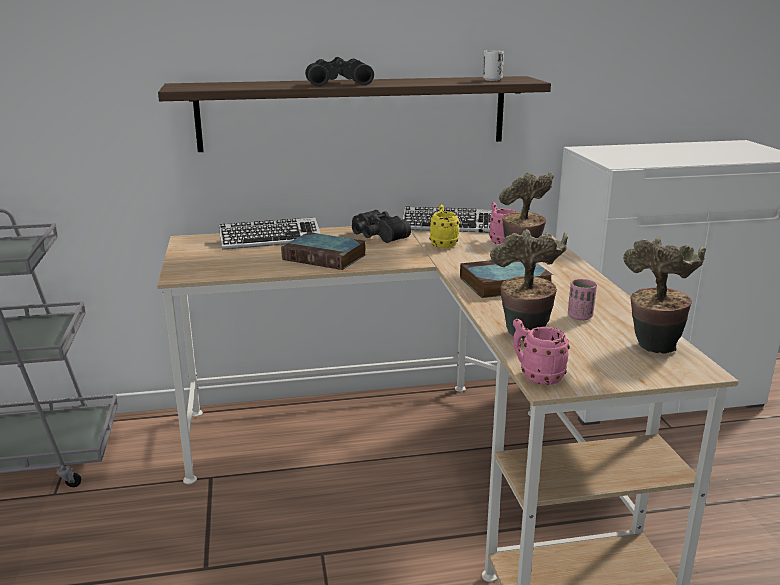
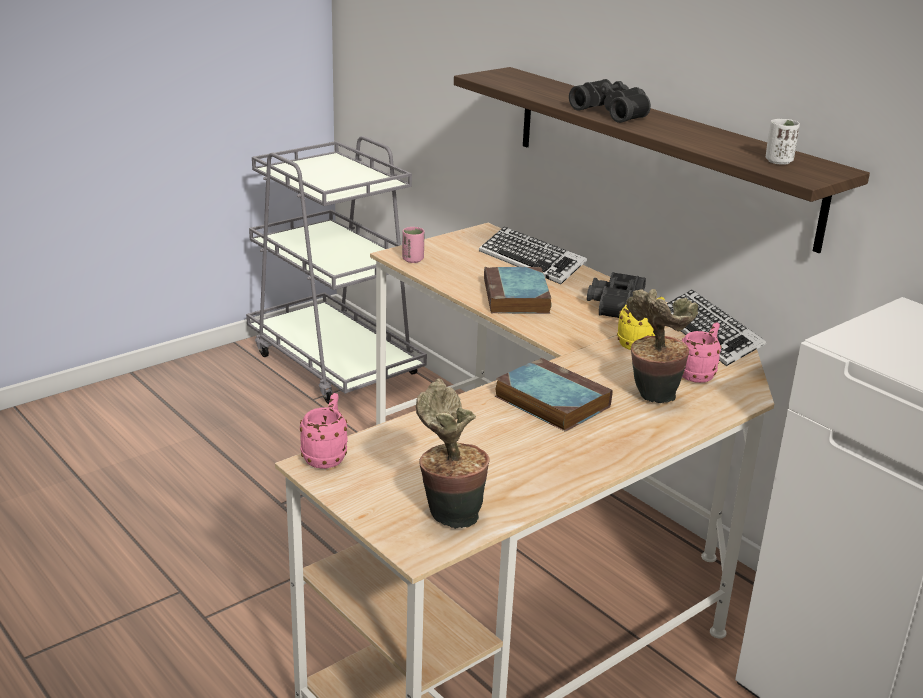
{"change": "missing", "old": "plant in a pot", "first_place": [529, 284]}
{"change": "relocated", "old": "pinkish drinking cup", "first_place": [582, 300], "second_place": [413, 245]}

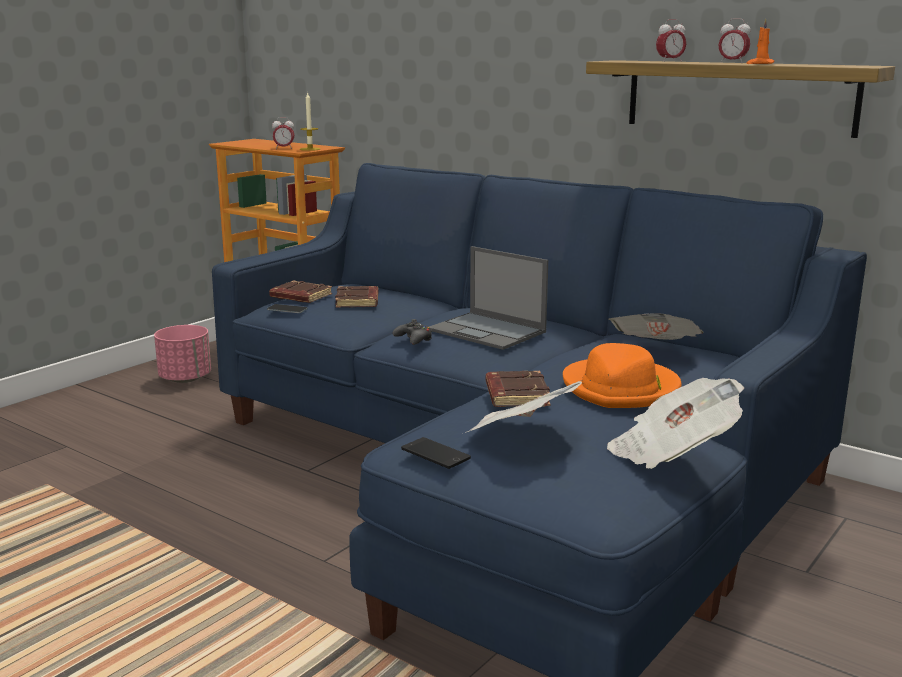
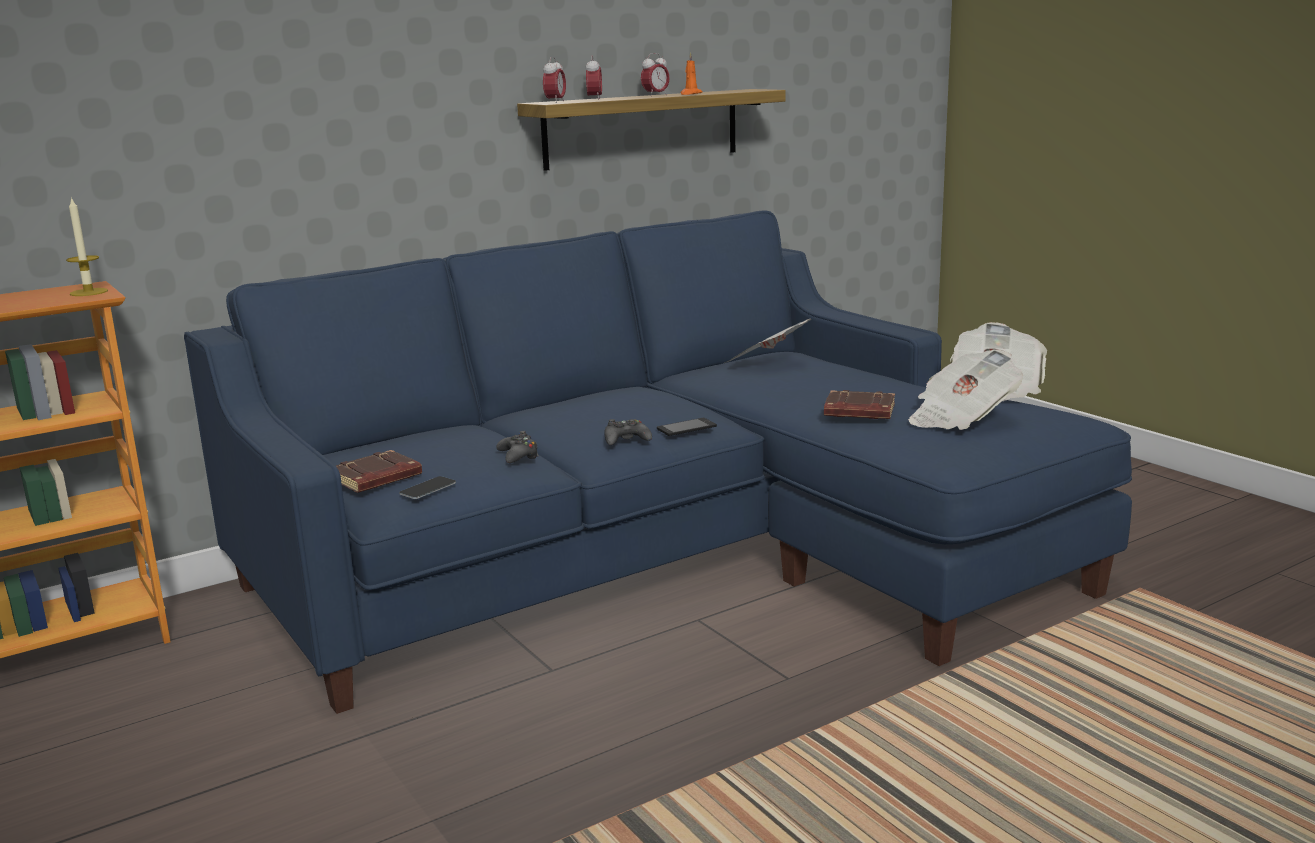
{"change": "missing", "old": "pinkish flower pot", "first_place": [182, 354]}
{"change": "missing", "old": "brown-coloured book", "first_place": [356, 296]}
{"change": "missing", "old": "notebook computer", "first_place": [488, 298]}
{"change": "missing", "old": "orange wearable hat", "first_place": [622, 375]}
{"change": "appeared", "new": "black-coloured game controller", "second_place": [517, 447]}
{"change": "relocated", "old": "bedside clock", "first_place": [283, 133], "second_place": [554, 80]}
{"change": "relocated", "old": "phone", "first_place": [436, 453], "second_place": [687, 427]}

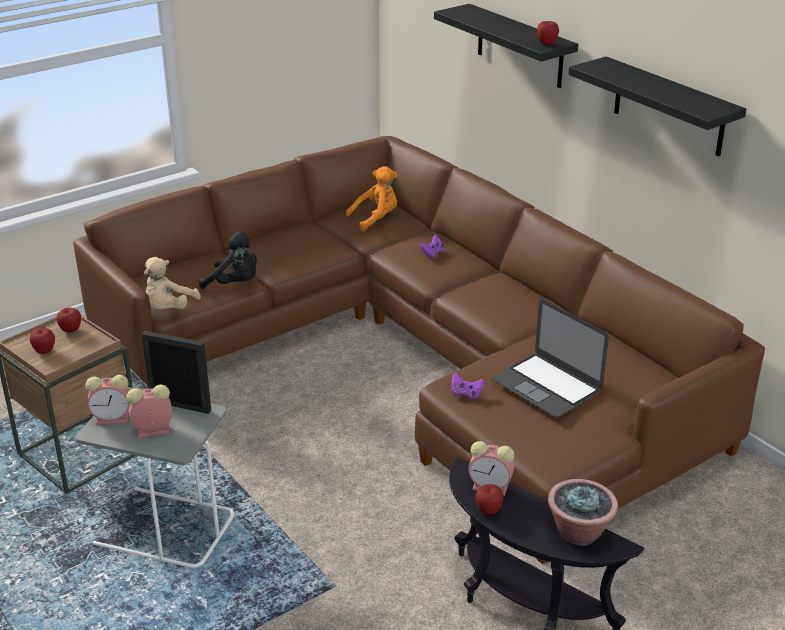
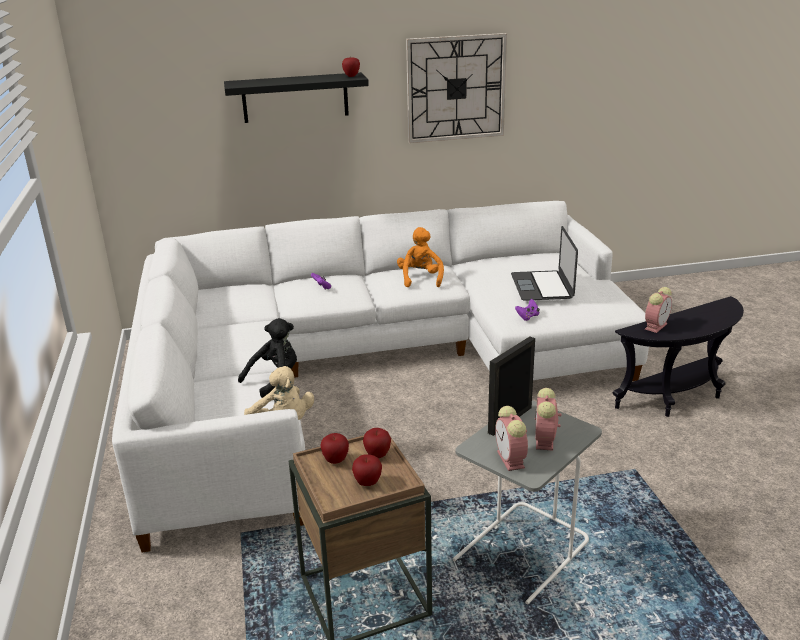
{"change": "missing", "old": "plant in a pot", "first_place": [583, 512]}
{"change": "relocated", "old": "orange cuddly toy", "first_place": [372, 199], "second_place": [420, 257]}
{"change": "relocated", "old": "whole apple", "first_place": [489, 499], "second_place": [377, 443]}
{"change": "exchanged", "old": "black-coloured bracket shelf", "new": "clock on the wall", "first_place": [657, 106], "second_place": [456, 88]}
{"change": "colour", "old": "brown-coloured sofa", "new": "white-coloured sofa", "first_place": [419, 350], "second_place": [380, 376]}
{"change": "spun", "old": "bedside clock", "first_place": [107, 400], "second_place": [511, 438], "degrees": 150}
{"change": "spun", "old": "notebook computer", "first_place": [550, 358], "second_place": [544, 263], "degrees": 105}

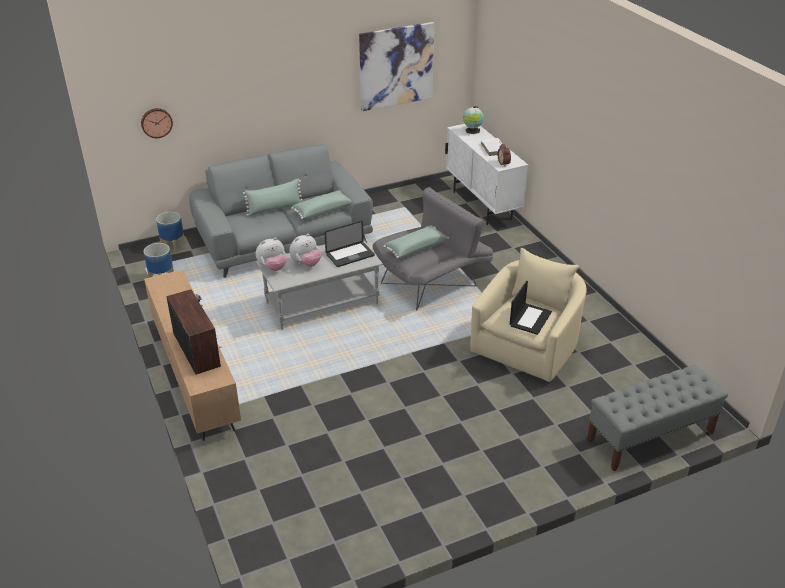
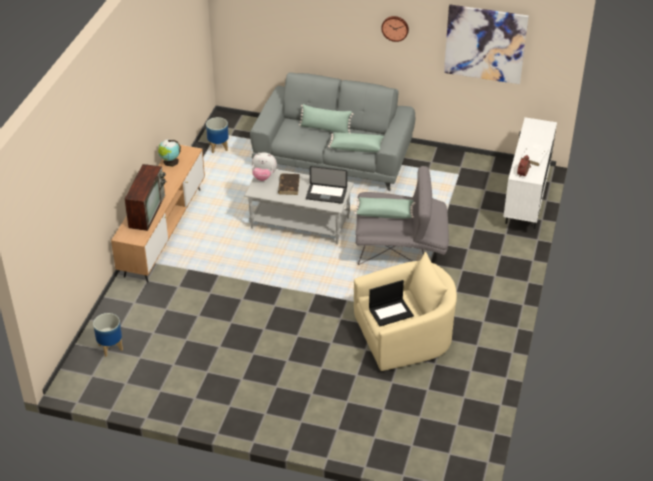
{"change": "missing", "old": "grey long seat", "first_place": [657, 418]}
{"change": "relocated", "old": "clock on the wall", "first_place": [157, 123], "second_place": [395, 29]}
{"change": "relocated", "old": "flower pot", "first_place": [170, 232], "second_place": [108, 335]}
{"change": "relocated", "old": "globe", "first_place": [473, 120], "second_place": [169, 153]}
{"change": "exchanged", "old": "cuddly toy", "new": "brown-coloured book", "first_place": [305, 250], "second_place": [289, 184]}

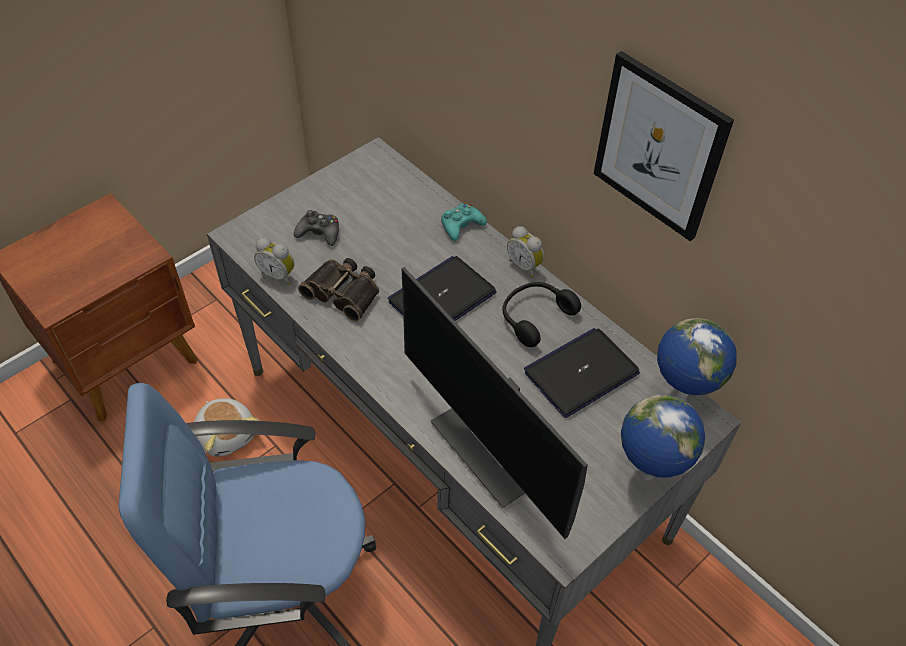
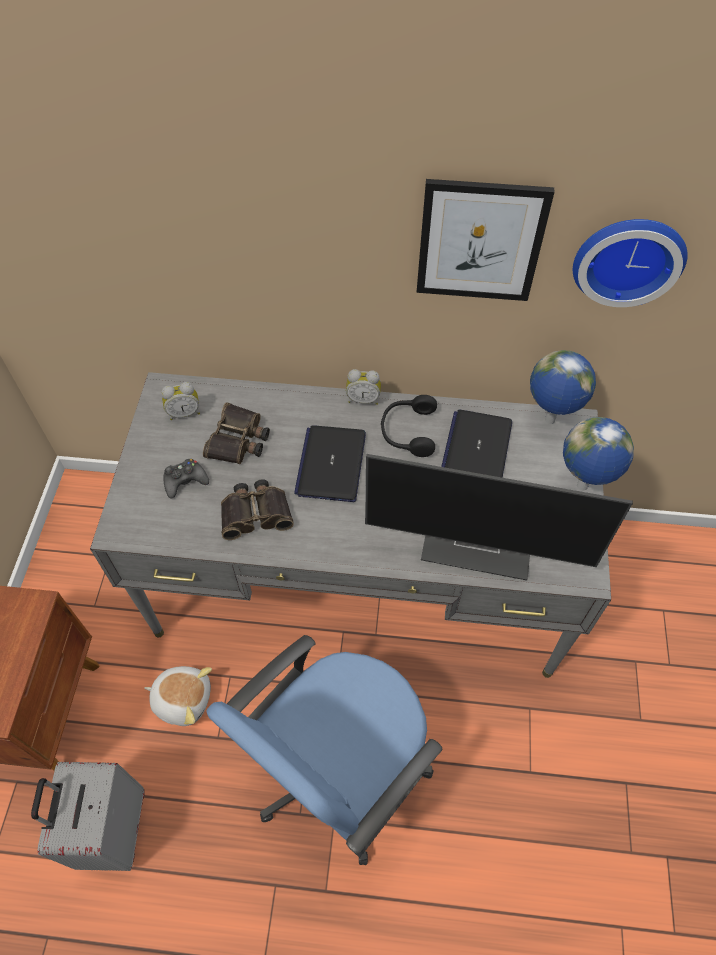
{"change": "missing", "old": "turquoise-coloured game controller", "first_place": [464, 222]}
{"change": "appeared", "new": "grey piece of luggage", "second_place": [88, 816]}
{"change": "appeared", "new": "field glasses", "second_place": [236, 433]}
{"change": "appeared", "new": "clock on the wall", "second_place": [630, 263]}
{"change": "relocated", "old": "bedside clock", "first_place": [274, 261], "second_place": [180, 401]}

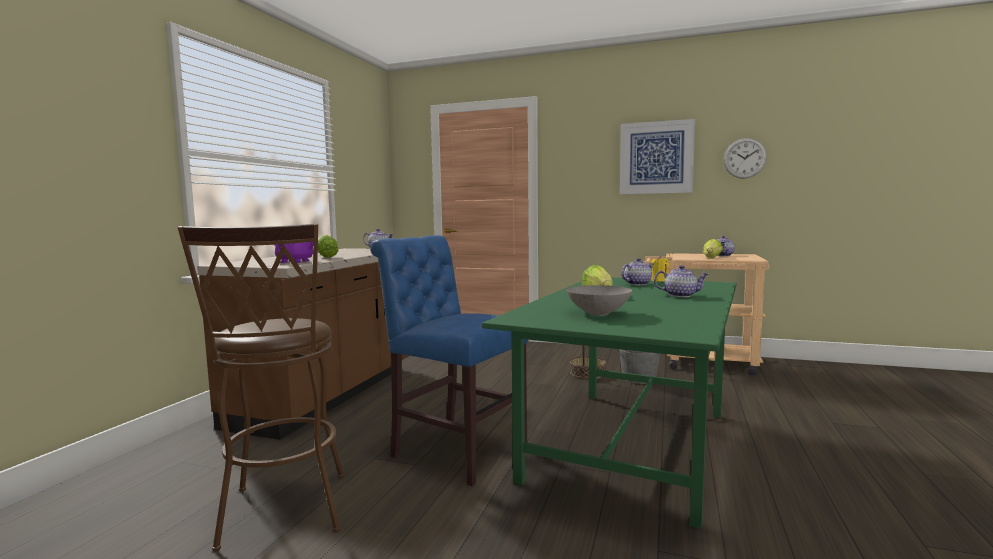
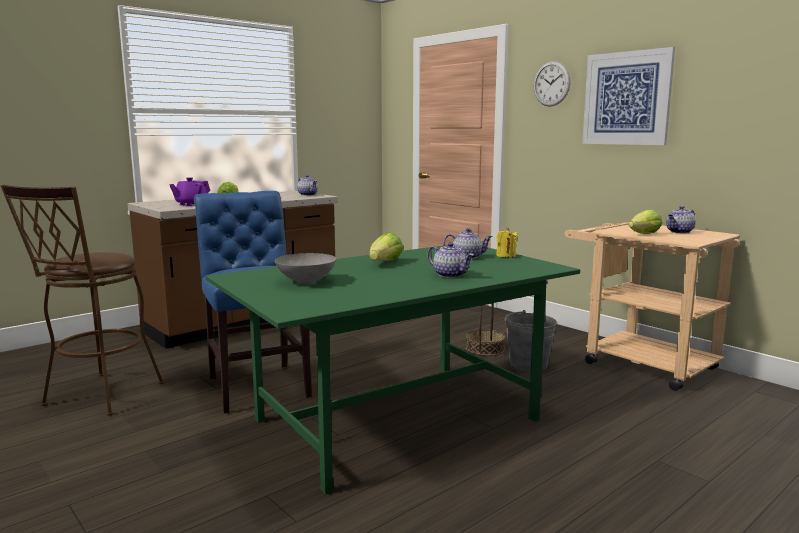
{"change": "relocated", "old": "clock on the wall", "first_place": [745, 158], "second_place": [552, 84]}

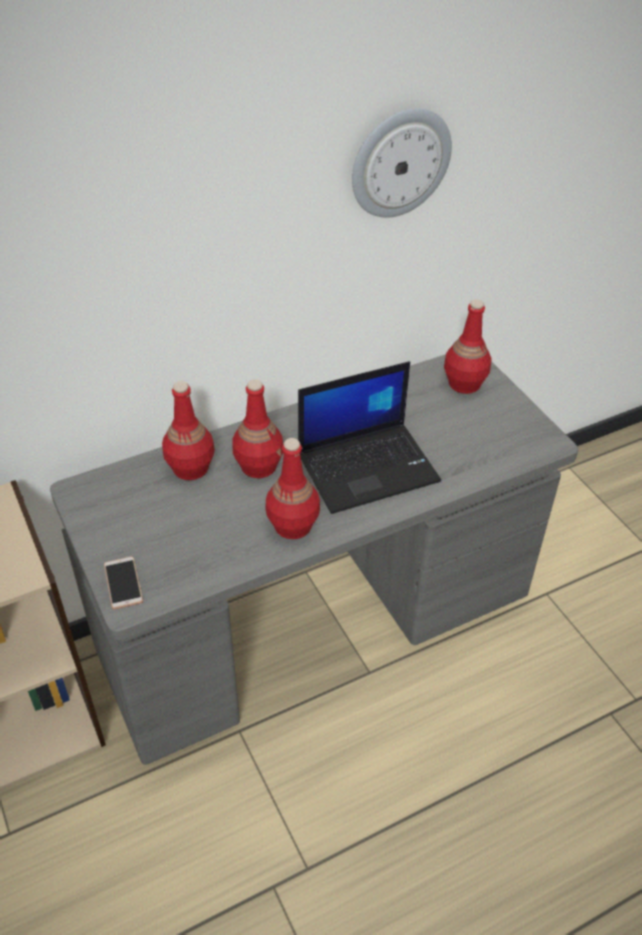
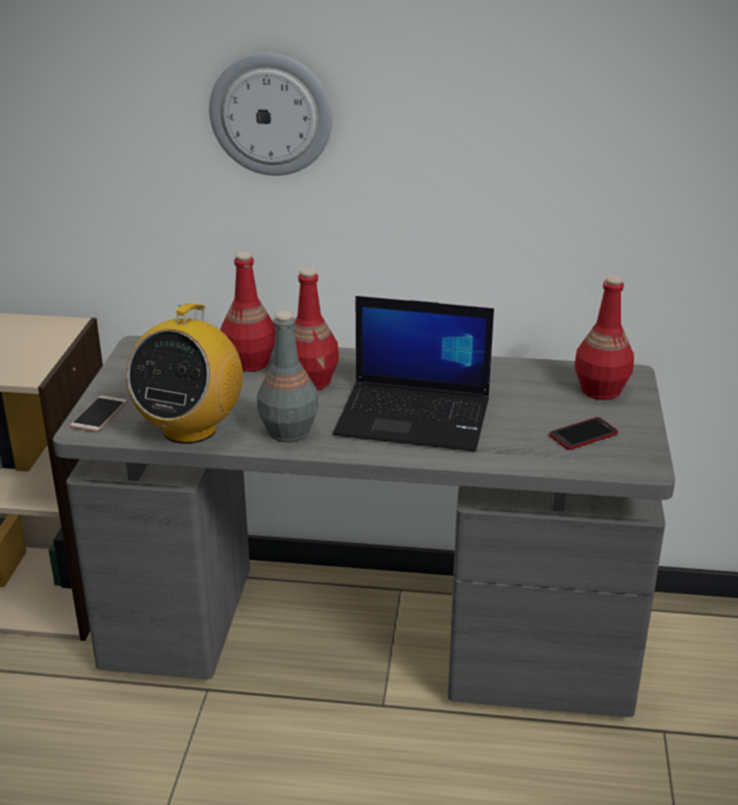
{"change": "appeared", "new": "radio", "second_place": [184, 373]}
{"change": "appeared", "new": "phone", "second_place": [583, 433]}
{"change": "relocated", "old": "clock on the wall", "first_place": [402, 163], "second_place": [270, 114]}
{"change": "colour", "old": "red-coloured beverage bottle", "new": "grey beverage bottle", "first_place": [293, 488], "second_place": [288, 376]}

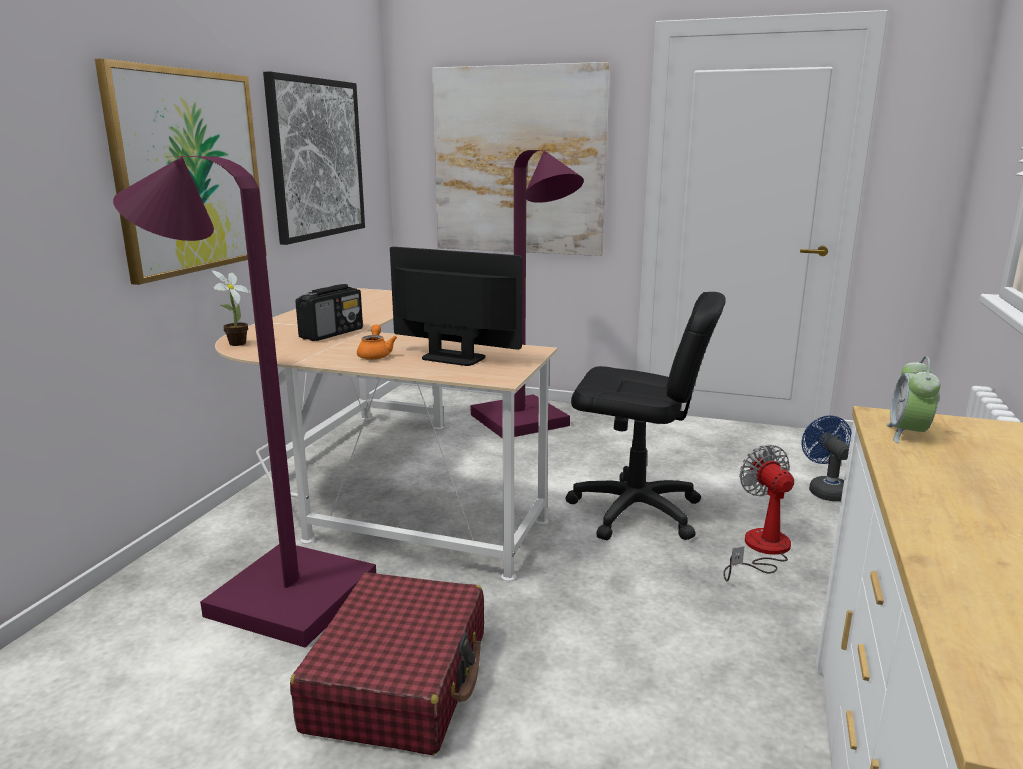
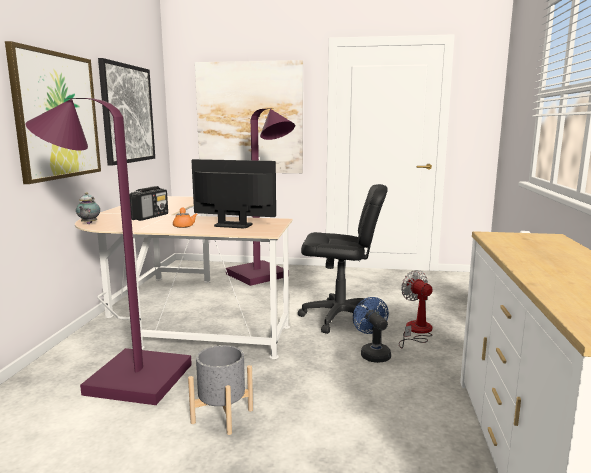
{"change": "missing", "old": "bedside clock", "first_place": [913, 399]}
{"change": "relocated", "old": "bluish electric fan", "first_place": [826, 458], "second_place": [372, 330]}
{"change": "exchanged", "old": "plant in a pot", "new": "tea pot", "first_place": [231, 308], "second_place": [88, 208]}
{"change": "exchanged", "old": "red-coloured piece of luggage", "new": "grey flower pot", "first_place": [387, 664], "second_place": [220, 390]}

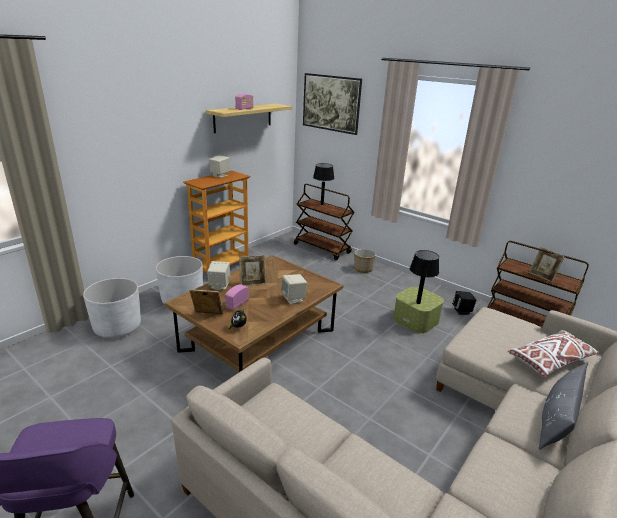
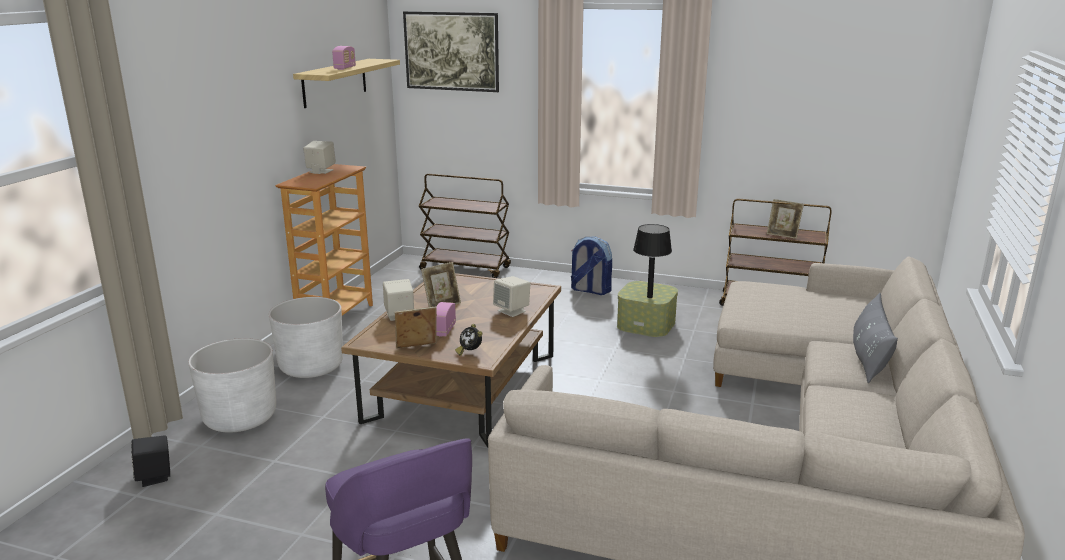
{"change": "missing", "old": "black-coloured lamp for a table", "first_place": [323, 184]}
{"change": "missing", "old": "flower pot", "first_place": [365, 261]}
{"change": "missing", "old": "white-coloured pillow", "first_place": [553, 353]}
{"change": "appeared", "new": "knapsack", "second_place": [591, 266]}
{"change": "relocated", "old": "black-coloured audio speaker", "first_place": [464, 303], "second_place": [150, 461]}

